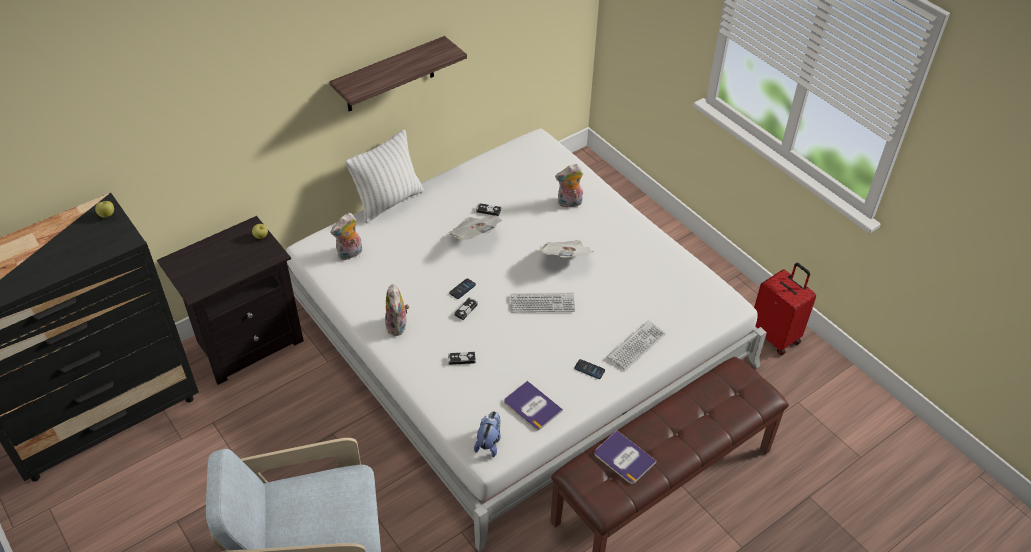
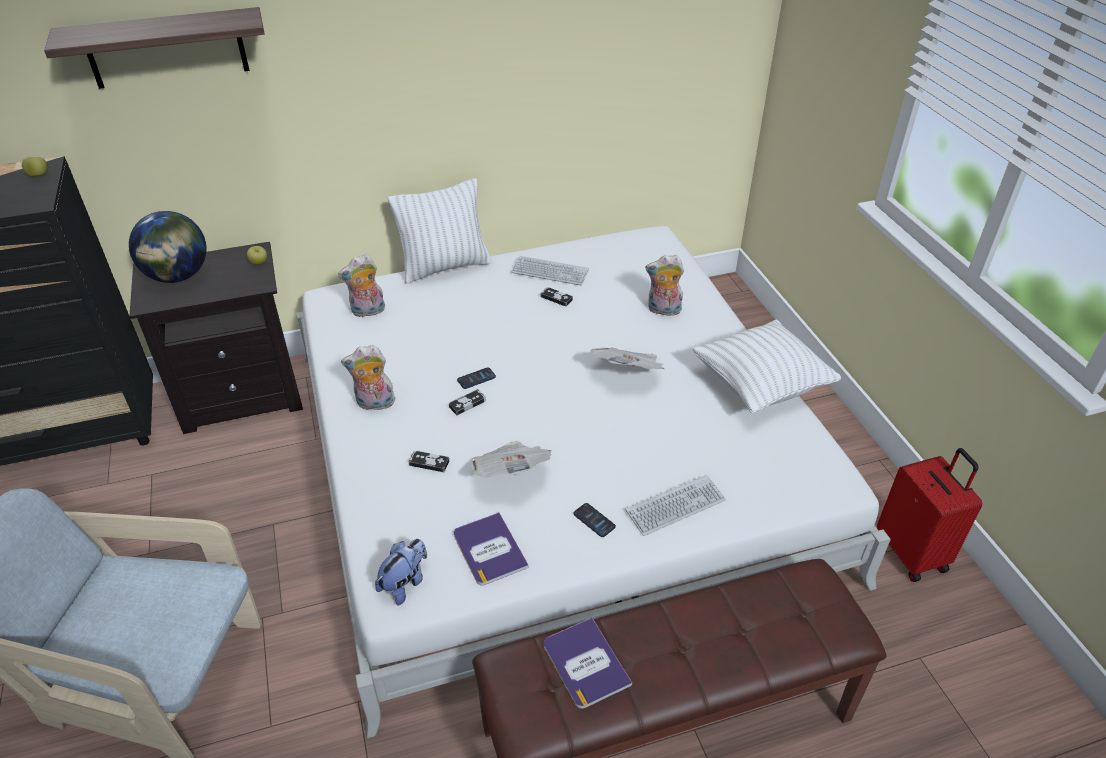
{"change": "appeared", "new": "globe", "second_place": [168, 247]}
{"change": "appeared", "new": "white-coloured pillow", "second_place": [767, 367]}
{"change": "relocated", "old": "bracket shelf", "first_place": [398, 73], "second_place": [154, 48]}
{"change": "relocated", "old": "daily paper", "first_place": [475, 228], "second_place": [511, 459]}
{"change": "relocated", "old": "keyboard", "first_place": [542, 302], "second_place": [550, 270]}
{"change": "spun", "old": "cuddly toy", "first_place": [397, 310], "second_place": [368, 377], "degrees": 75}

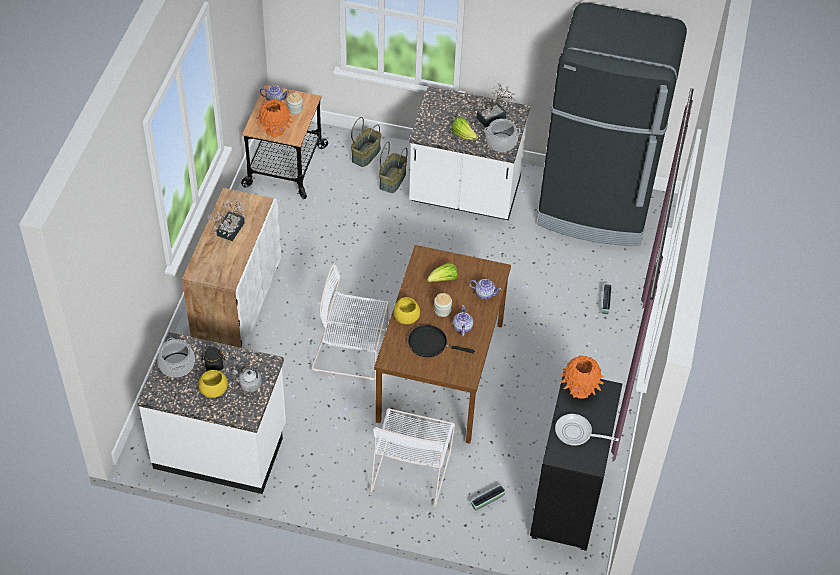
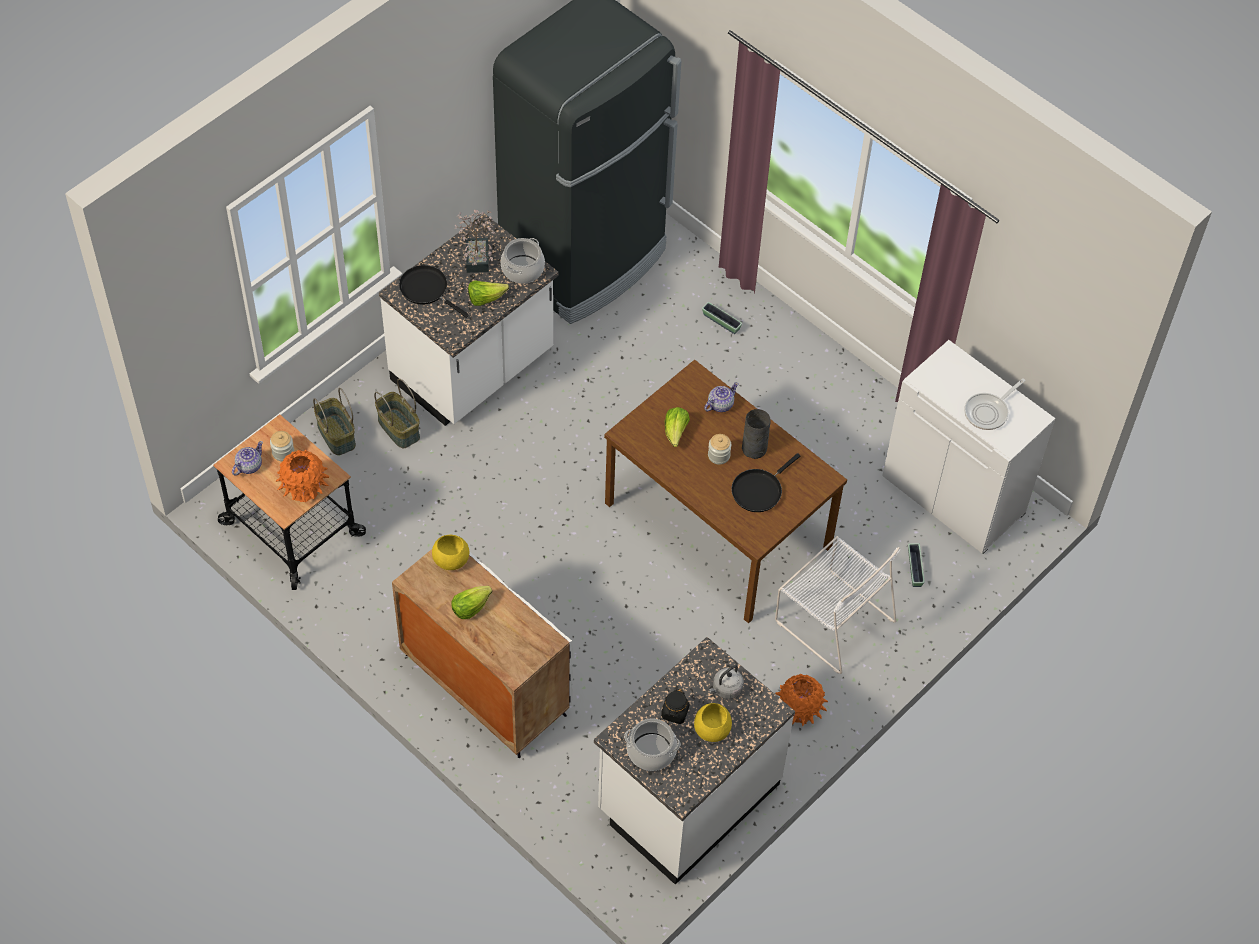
{"change": "missing", "old": "white-coloured chair", "first_place": [350, 322]}
{"change": "appeared", "new": "black-coloured pan", "second_place": [434, 291]}
{"change": "relocated", "old": "yellowish bowl", "first_place": [406, 310], "second_place": [450, 552]}
{"change": "relocated", "old": "orange vase", "first_place": [582, 377], "second_place": [801, 700]}
{"change": "exchanged", "old": "plant in a pot", "new": "head of lettuce", "first_place": [226, 220], "second_place": [471, 602]}
{"change": "exchanged", "old": "tea pot", "new": "grey vase", "first_place": [463, 321], "second_place": [756, 434]}
{"change": "colour", "old": "black-coloured storage cabinet", "new": "white-coloured storage cabinet", "first_place": [576, 461], "second_place": [968, 447]}

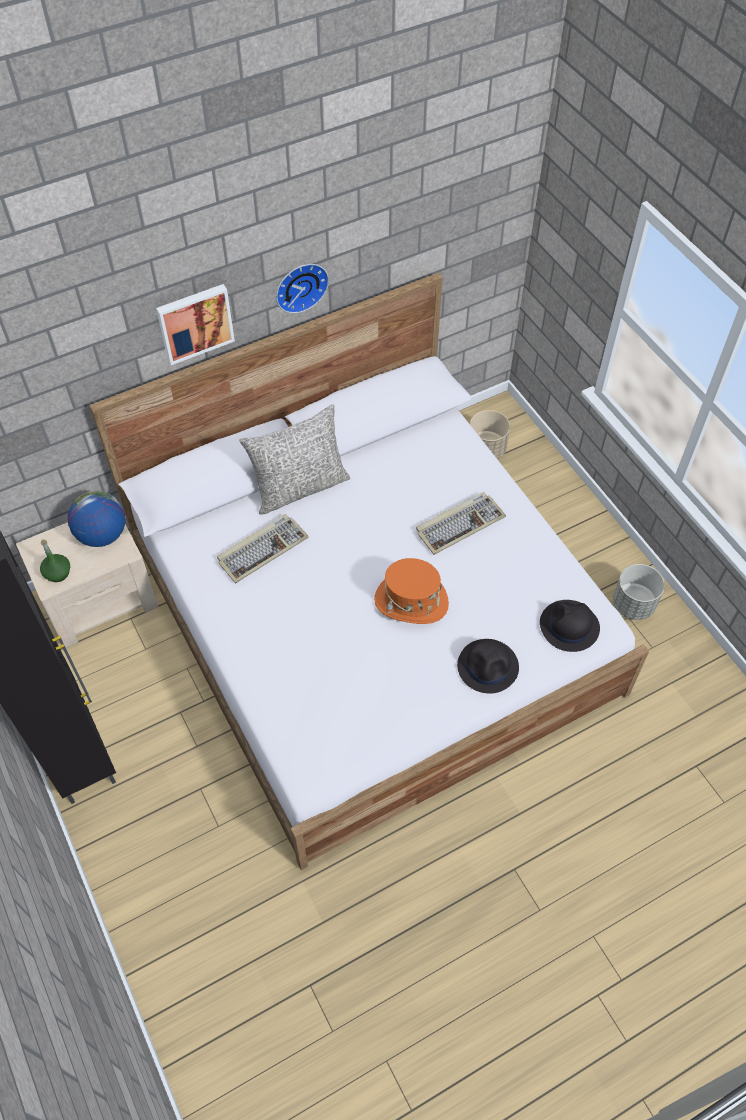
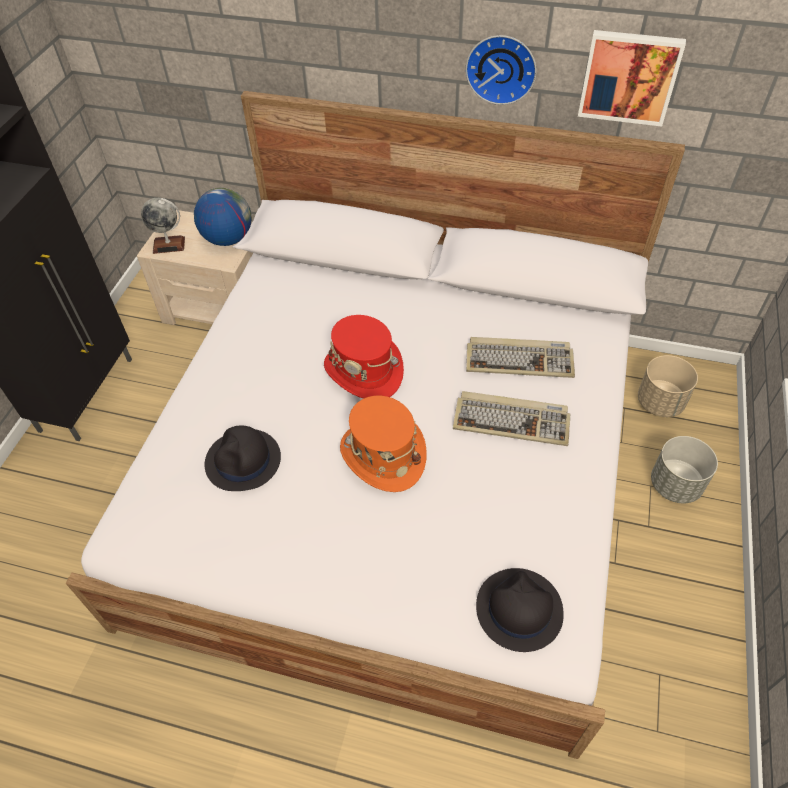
{"change": "missing", "old": "grey pillow", "first_place": [295, 459]}
{"change": "appeared", "new": "red-coloured wearable hat", "second_place": [364, 357]}
{"change": "relocated", "old": "picture", "first_place": [195, 324], "second_place": [632, 78]}
{"change": "relocated", "old": "keyboard", "first_place": [263, 548], "second_place": [520, 357]}
{"change": "relocated", "old": "black-coloured wearable hat", "first_place": [488, 666], "second_place": [243, 458]}
{"change": "relocated", "old": "grey flower pot", "first_place": [639, 592], "second_place": [684, 469]}
{"change": "exchanged", "old": "green-coloured beverage bottle", "new": "globe", "first_place": [55, 560], "second_place": [163, 226]}

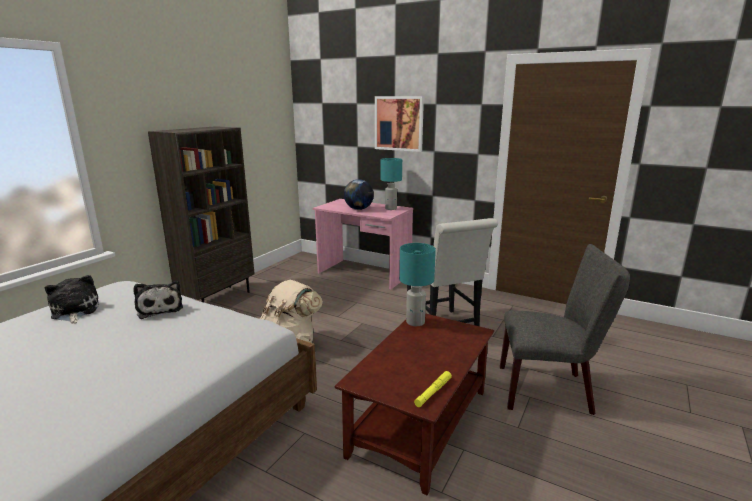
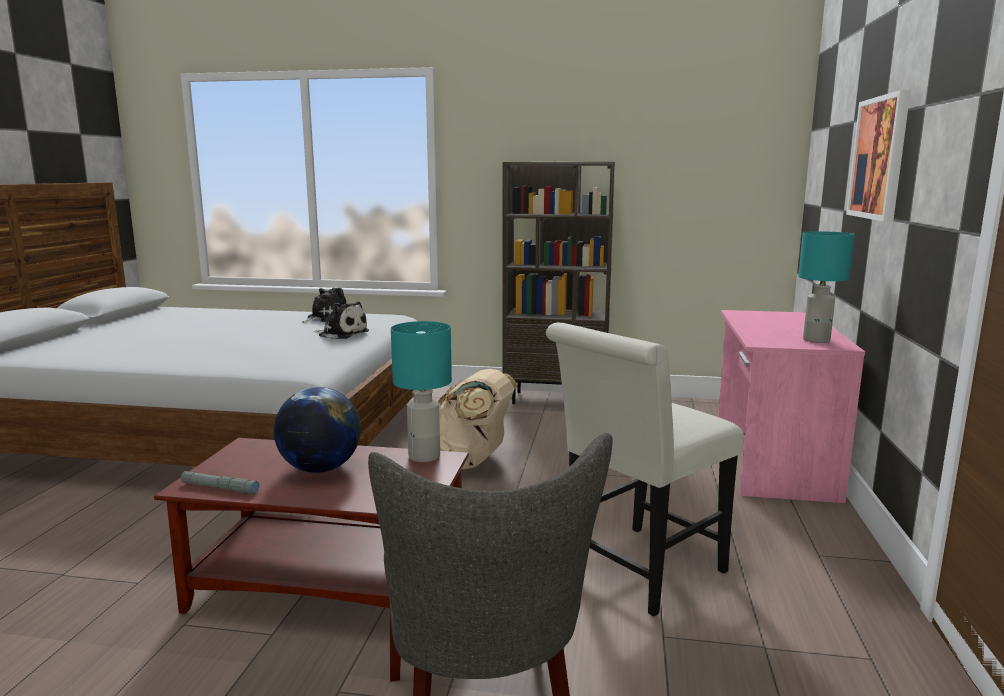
{"change": "relocated", "old": "globe", "first_place": [359, 194], "second_place": [317, 430]}
{"change": "colour", "old": "yellowish torch", "new": "grey torch", "first_place": [433, 389], "second_place": [220, 482]}
{"change": "spun", "old": "cuddly toy", "first_place": [158, 300], "second_place": [341, 320], "degrees": -105}

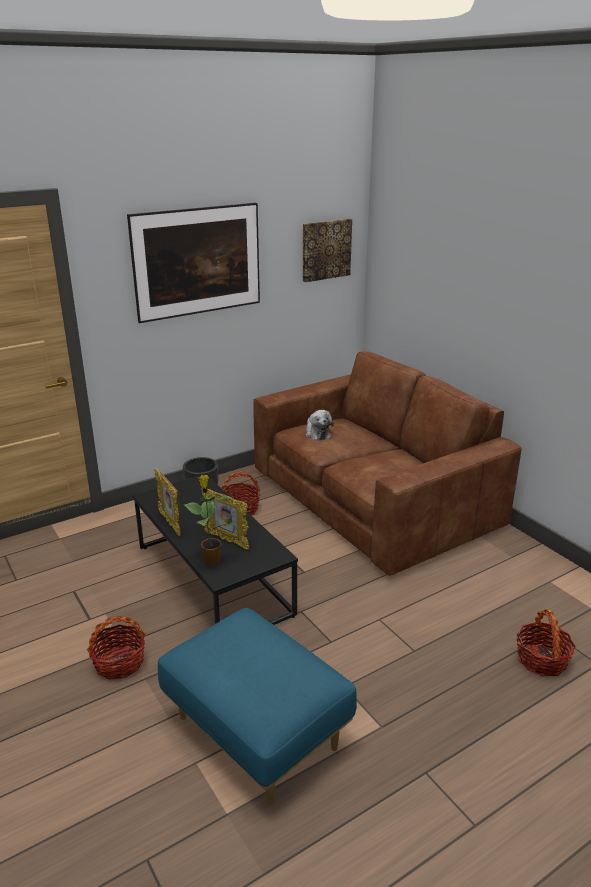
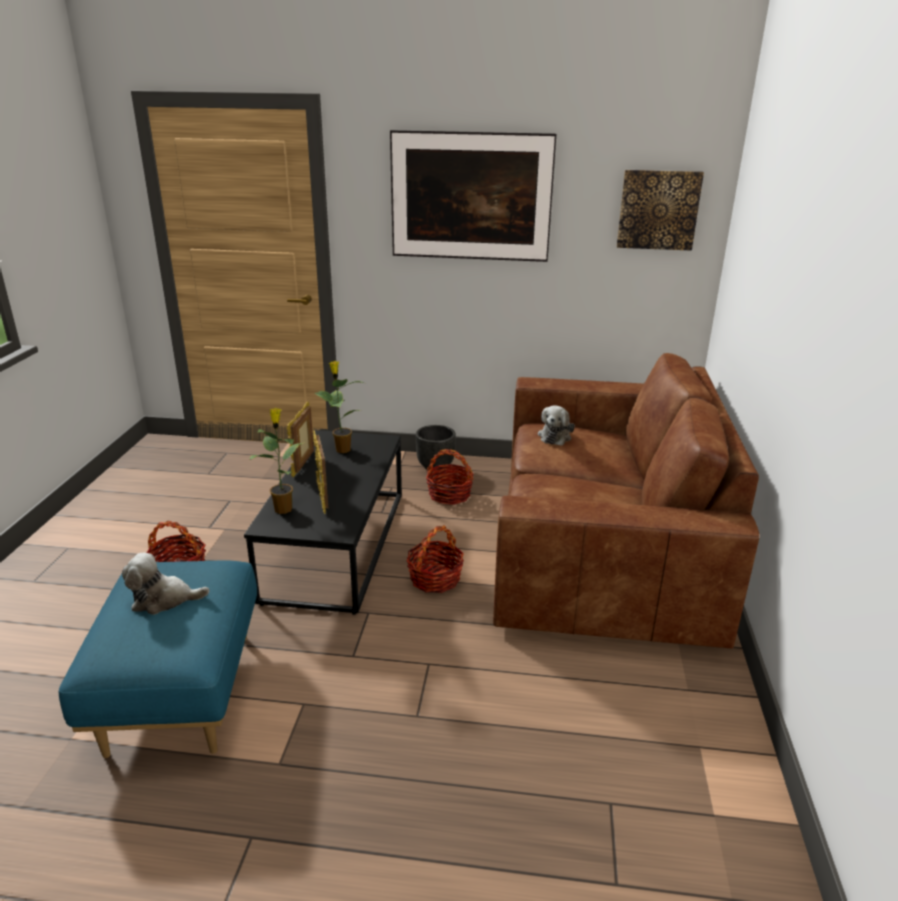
{"change": "appeared", "new": "cuddly toy", "second_place": [166, 584]}
{"change": "appeared", "new": "plant in a pot", "second_place": [338, 407]}
{"change": "relocated", "old": "basket", "first_place": [546, 642], "second_place": [435, 559]}

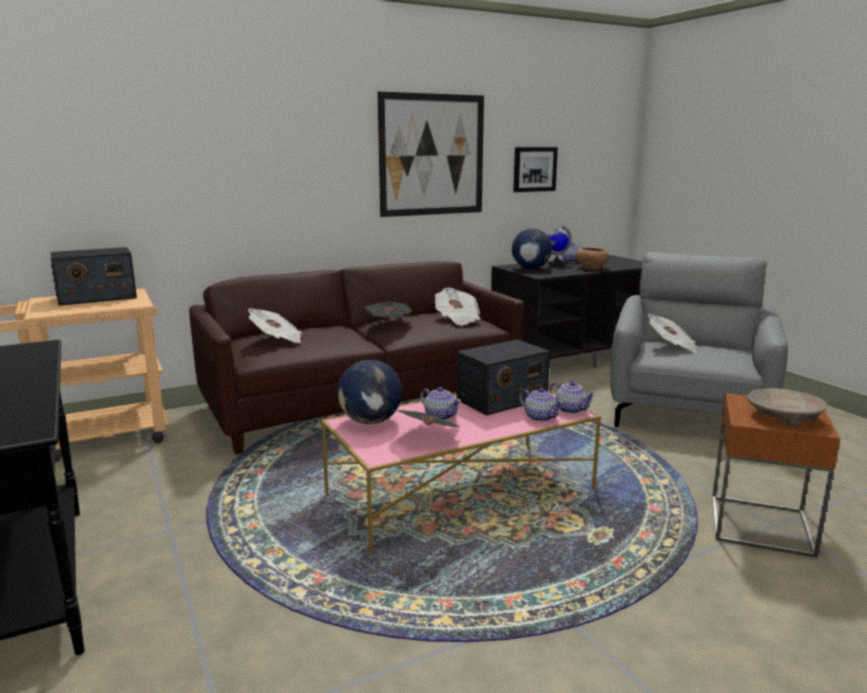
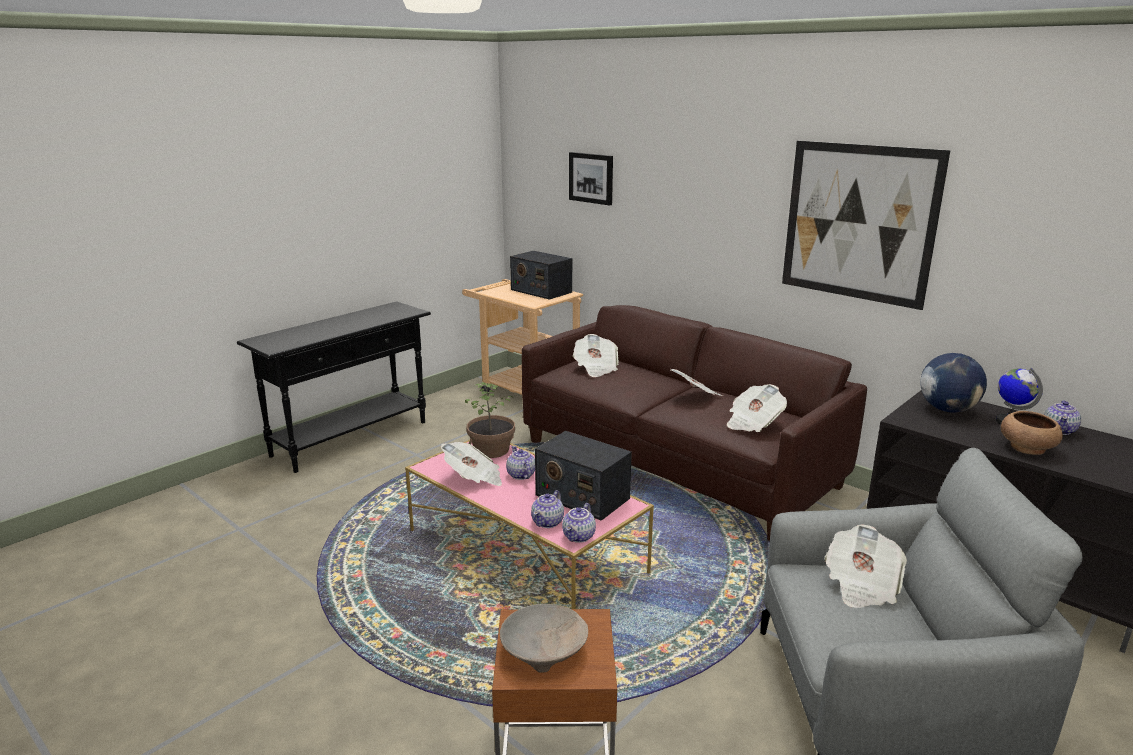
{"change": "relocated", "old": "picture", "first_place": [536, 169], "second_place": [591, 179]}
{"change": "exchanged", "old": "globe", "new": "plant in a pot", "first_place": [369, 392], "second_place": [490, 420]}
{"change": "spun", "old": "tea pot", "first_place": [440, 403], "second_place": [520, 463], "degrees": 135}

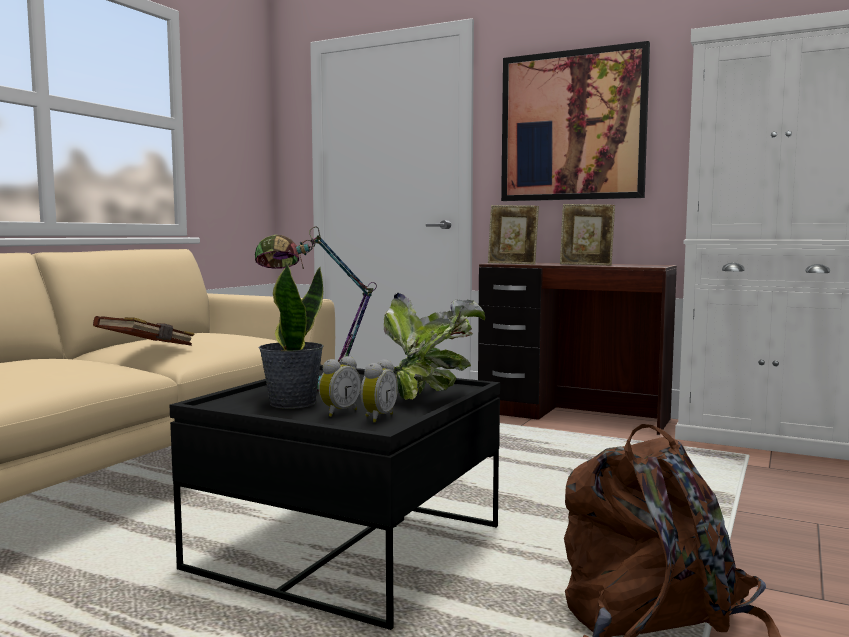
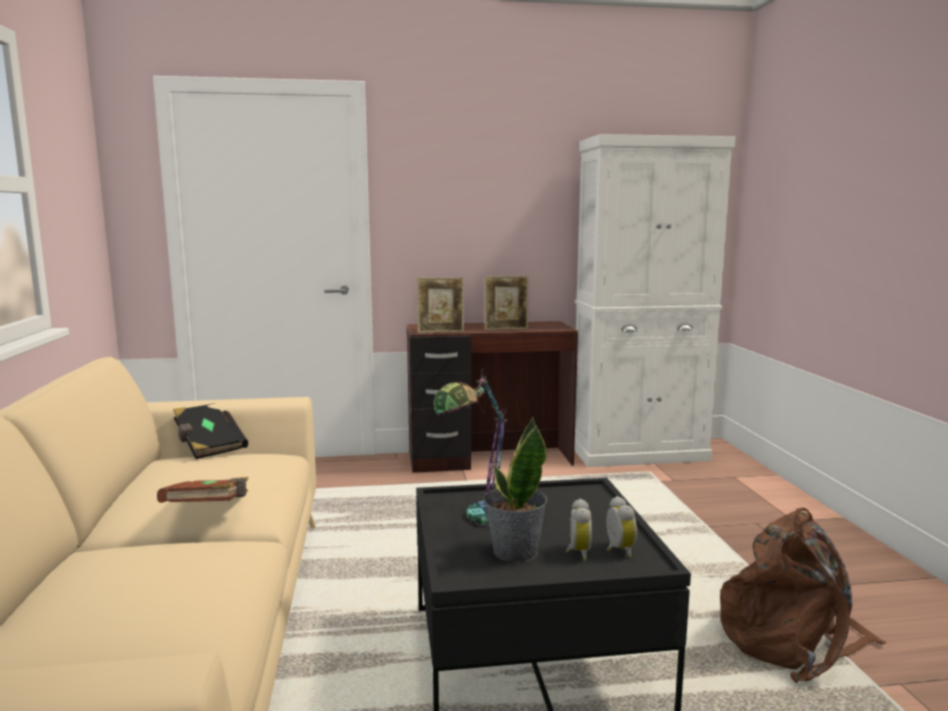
{"change": "missing", "old": "plant in a pot", "first_place": [434, 346]}
{"change": "missing", "old": "picture", "first_place": [575, 121]}
{"change": "appeared", "new": "black-coloured book", "second_place": [210, 431]}

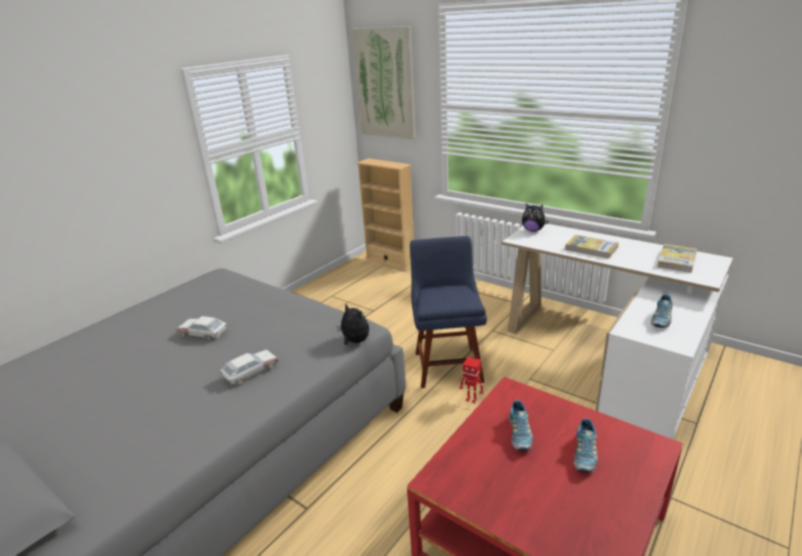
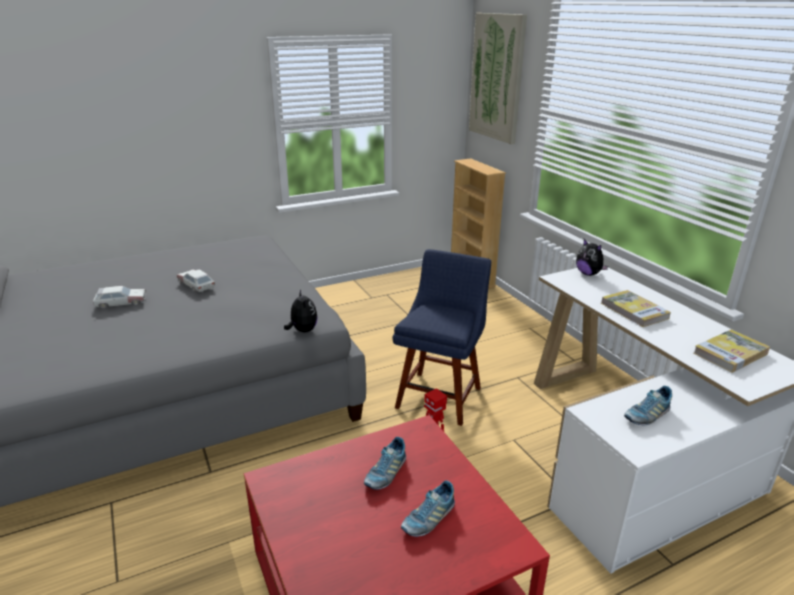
{"change": "relocated", "old": "toy car", "first_place": [249, 367], "second_place": [119, 297]}

